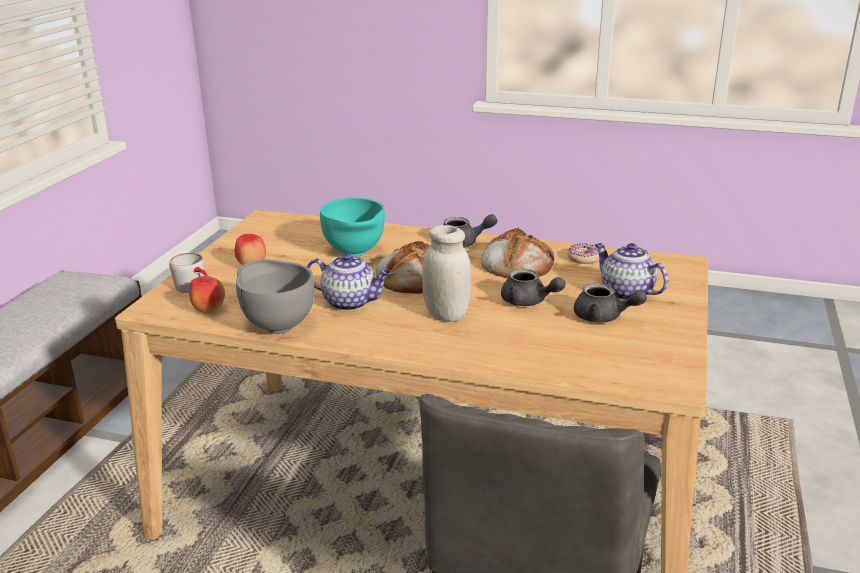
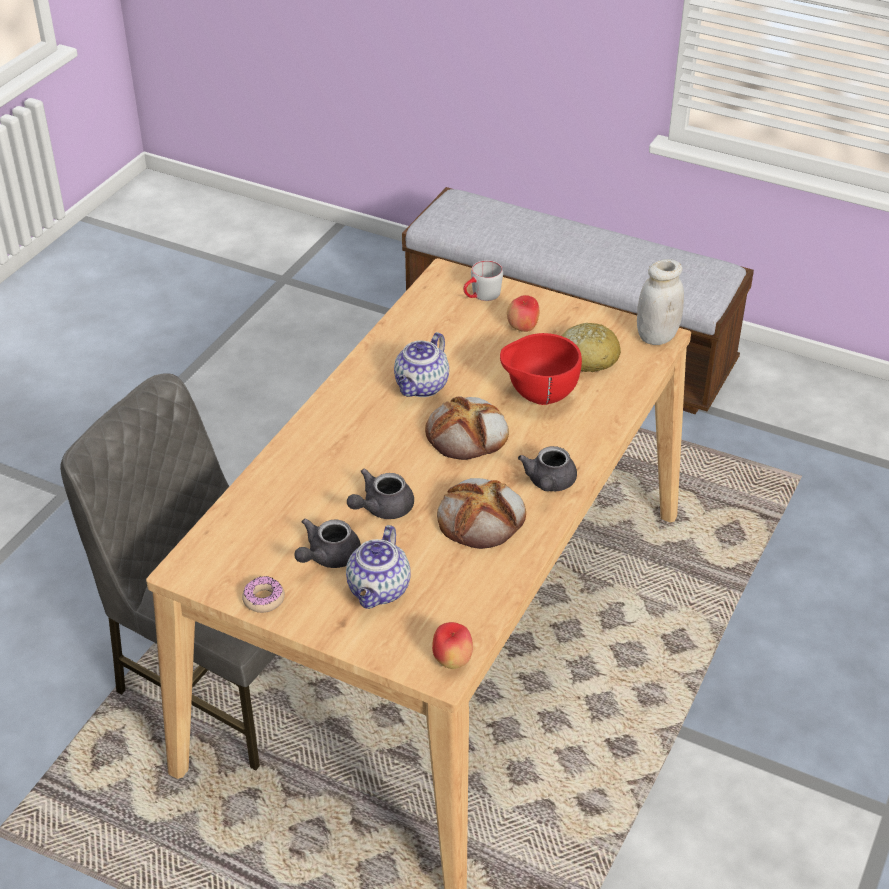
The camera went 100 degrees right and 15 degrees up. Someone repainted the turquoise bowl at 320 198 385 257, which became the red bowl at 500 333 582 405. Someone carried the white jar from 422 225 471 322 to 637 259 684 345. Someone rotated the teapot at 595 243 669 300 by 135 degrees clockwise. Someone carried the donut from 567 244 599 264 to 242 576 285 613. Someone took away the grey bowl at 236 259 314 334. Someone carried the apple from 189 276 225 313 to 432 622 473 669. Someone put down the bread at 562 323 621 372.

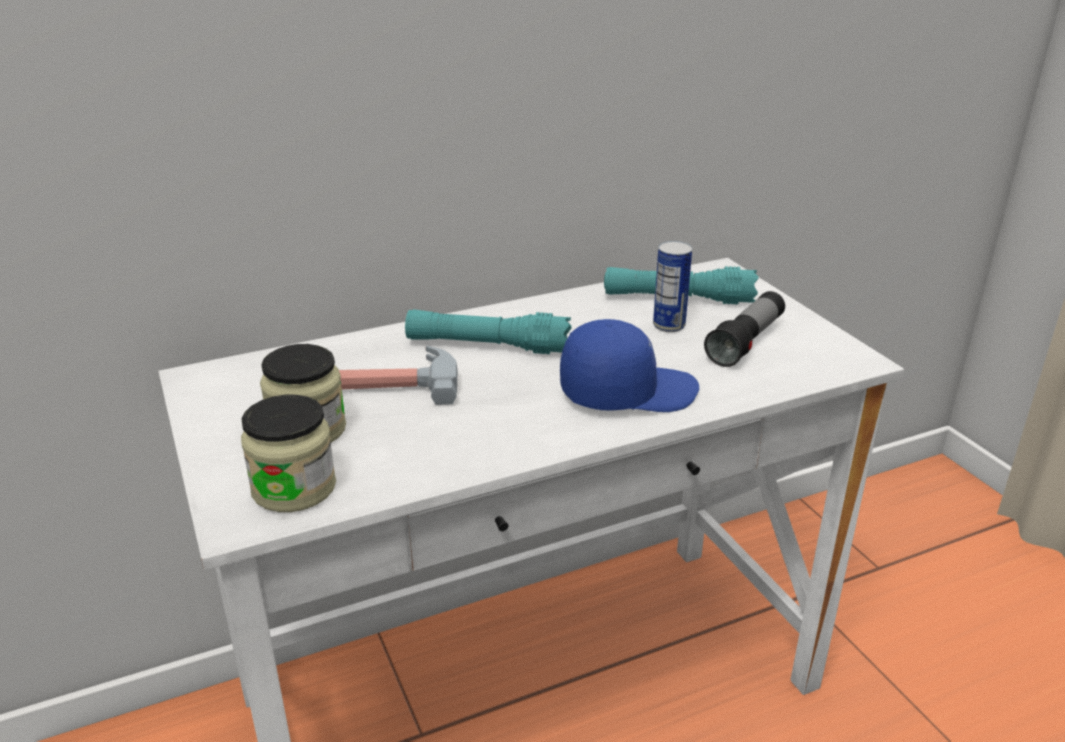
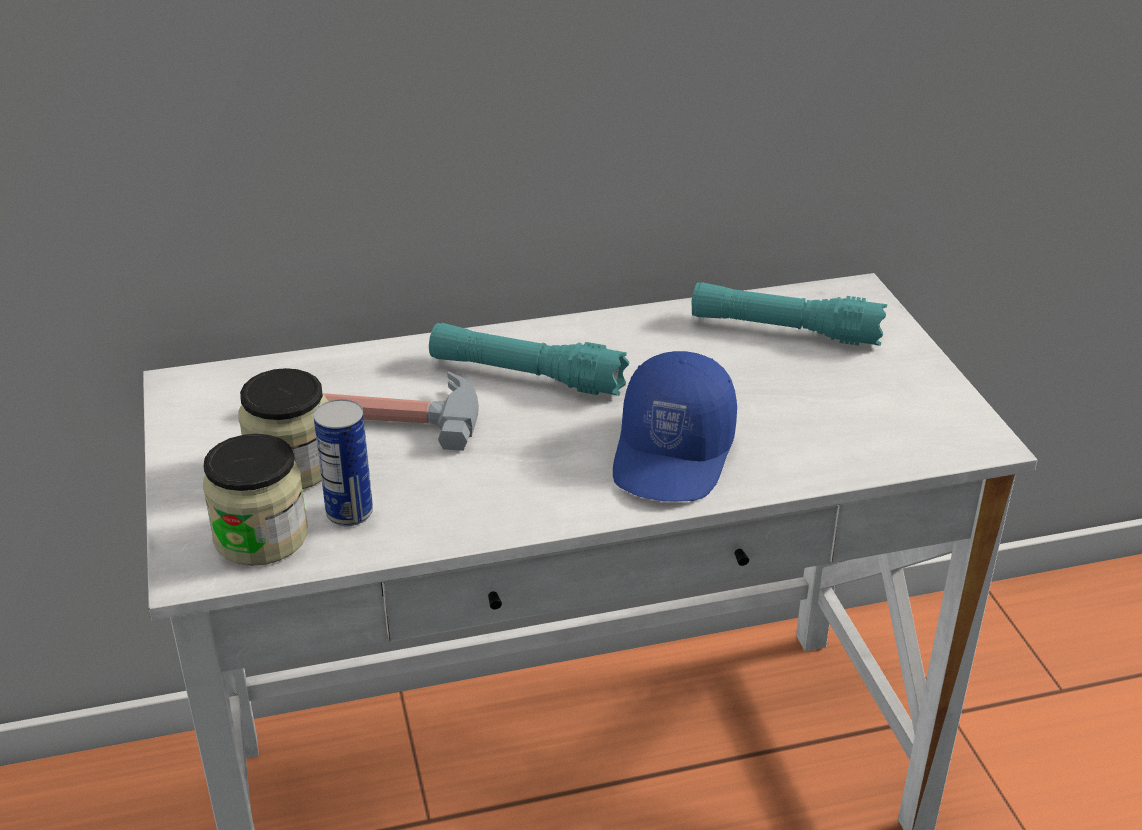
The camera went 10 degrees right and 5 degrees up. Someone carried the can from 653 241 692 332 to 314 399 373 526. Someone took away the flashlight at 704 291 785 367. Someone rotated the blue cap at 560 319 699 412 by 105 degrees clockwise.

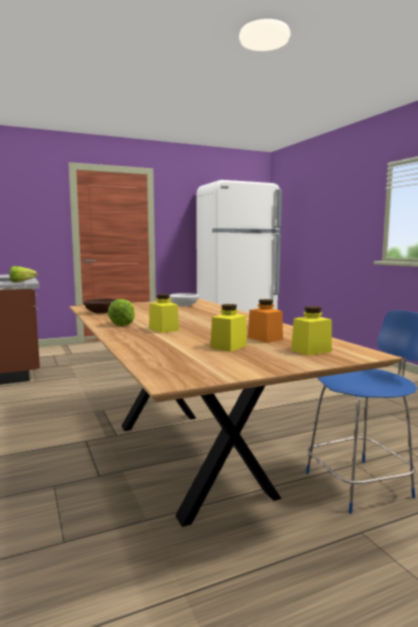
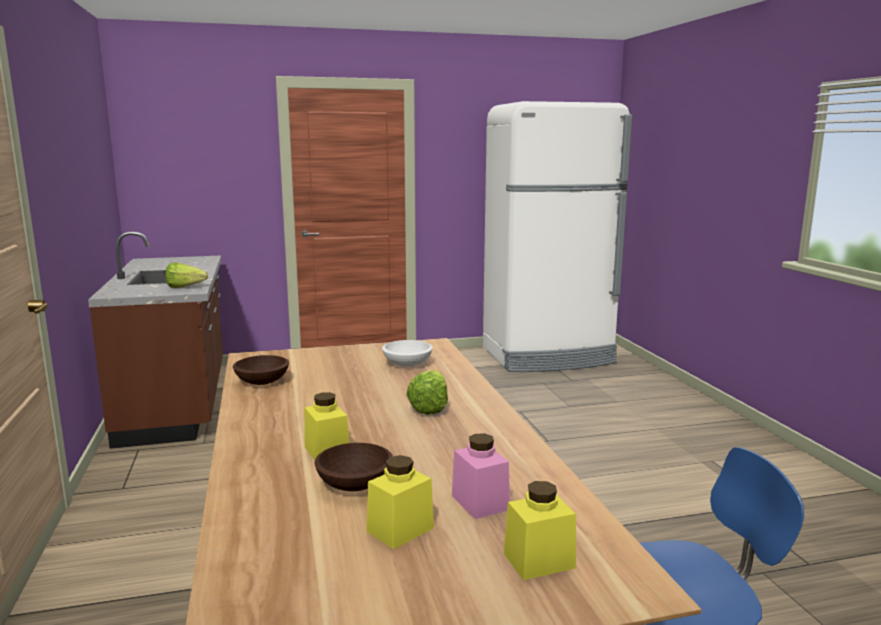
The camera went 10 degrees right and 5 degrees up. Someone carried the lettuce from 108 299 135 326 to 407 370 448 415. Someone repainted the orange jar at 248 299 283 343, which became the pink jar at 452 433 510 519. Someone put down the brown bowl at 315 443 393 491.

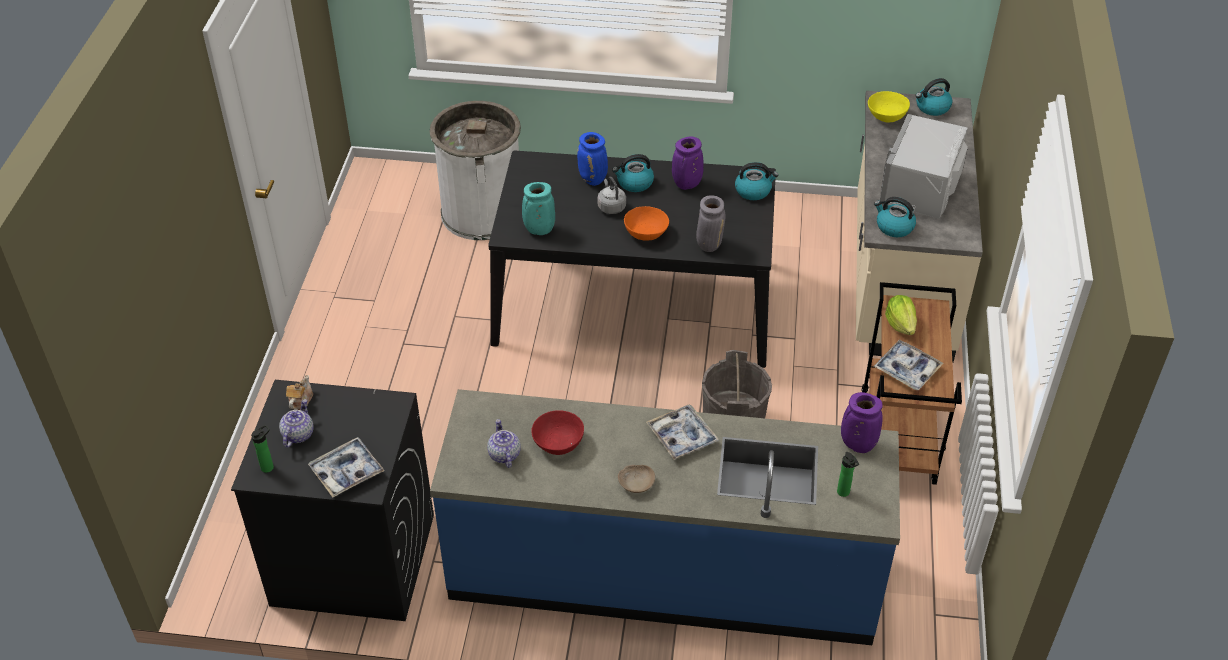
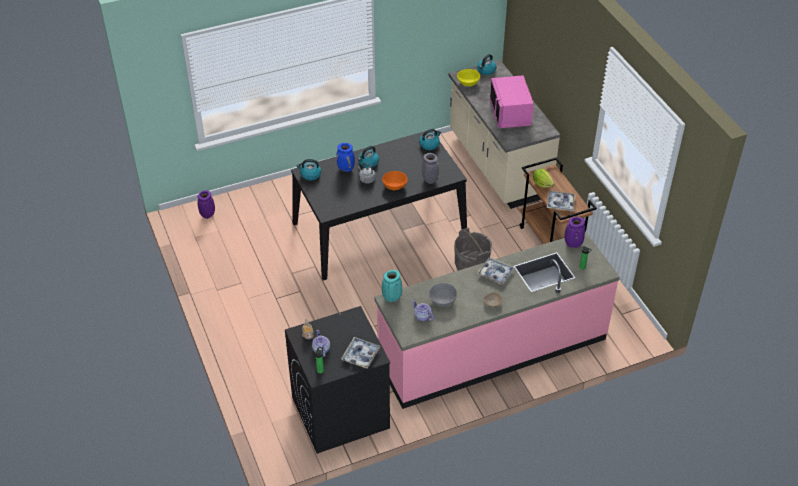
The camera went 30 degrees left and 0 degrees up. Someone took away the white trash can at 429 101 521 240. Someone repainted the grey microwave at 880 114 968 219, which became the pink microwave at 490 75 533 128. Someone carried the purple vase from 672 136 704 190 to 197 190 215 219. Someone carried the turquoise vase from 522 182 555 235 to 382 270 402 302. Someone carried the kettle from 874 197 916 237 to 297 159 321 180. Someone repainted the blue counter at 430 389 900 645, which became the pink counter at 374 231 620 409. Someone repainted the red bowl at 531 410 584 455, which became the grey bowl at 429 283 457 306.

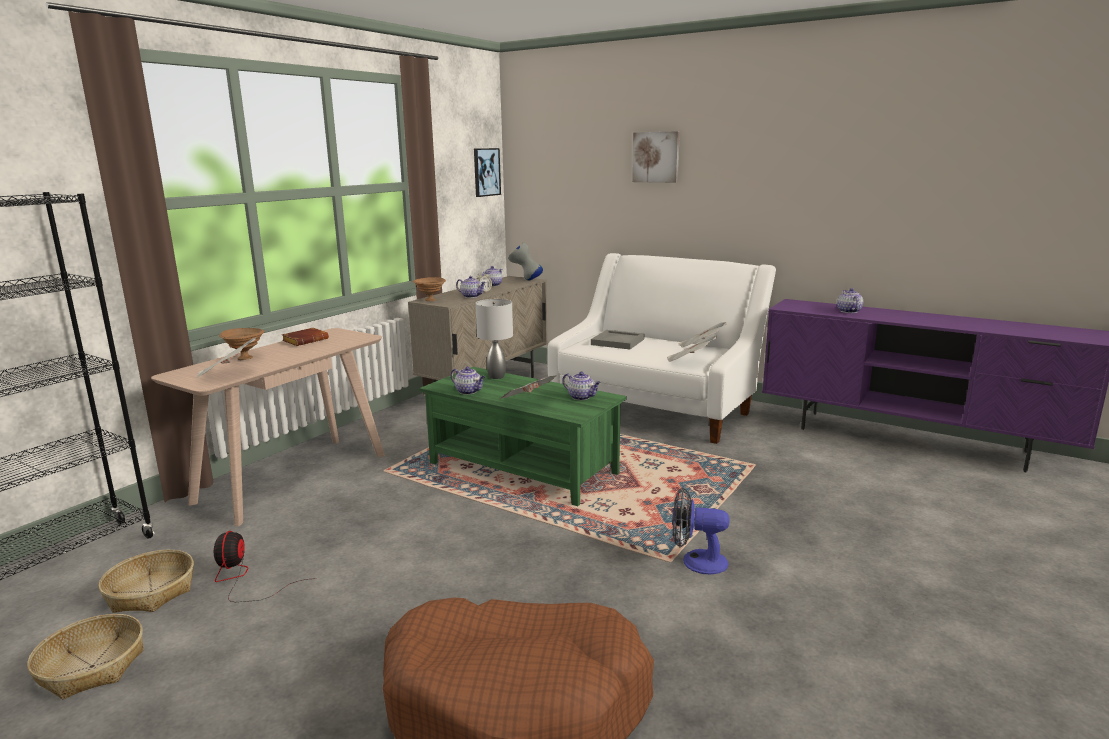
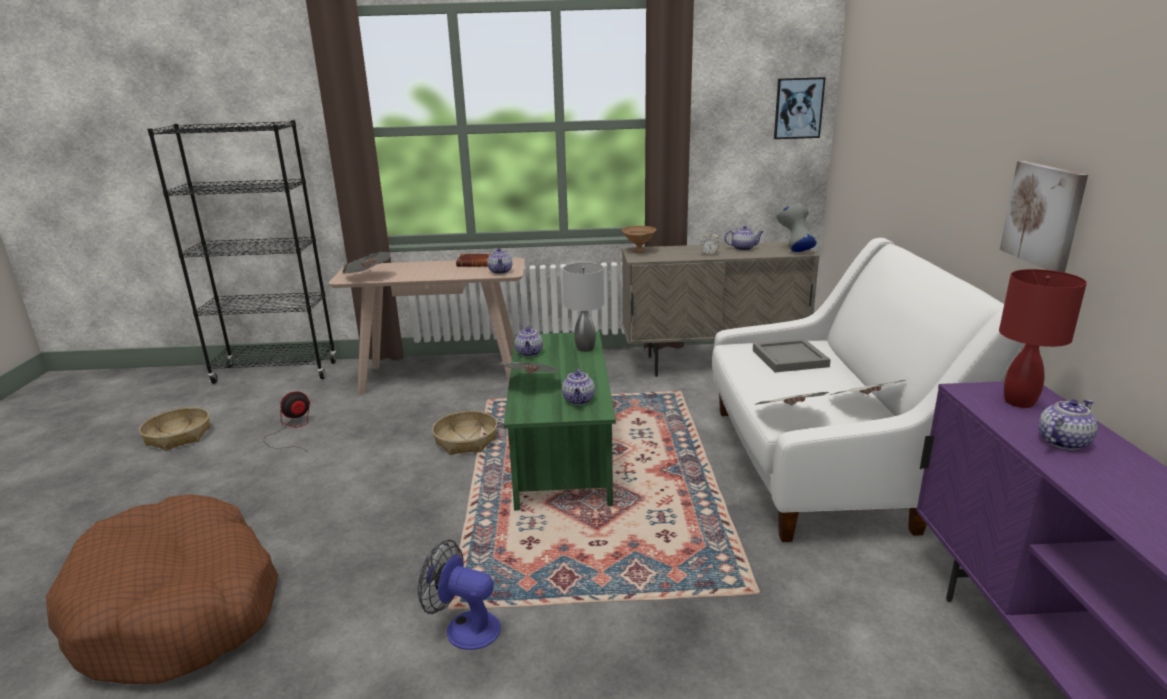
The camera went 55 degrees right and 5 degrees up. Someone carried the picture from 632 131 680 183 to 1000 161 1088 273. Someone carried the teapot from 456 276 486 298 to 487 248 512 274. Someone took away the brown bowl at 219 328 265 360. Someone rotated the fan at 672 488 730 574 by 45 degrees counterclockwise. Someone carried the basket from 98 550 194 613 to 432 411 497 455. Someone put down the red table lamp at 999 269 1087 408.

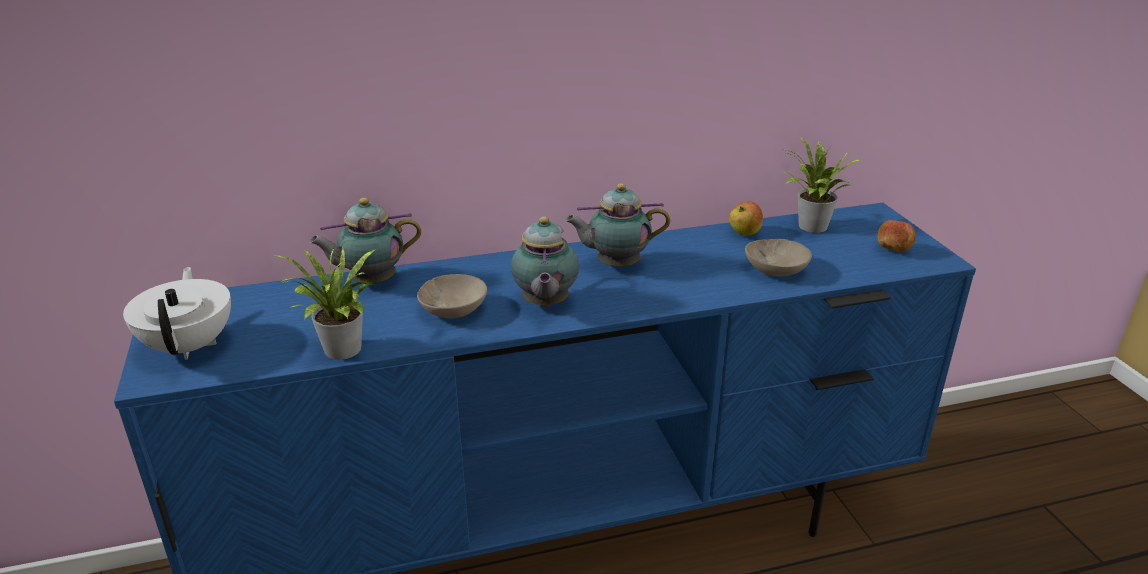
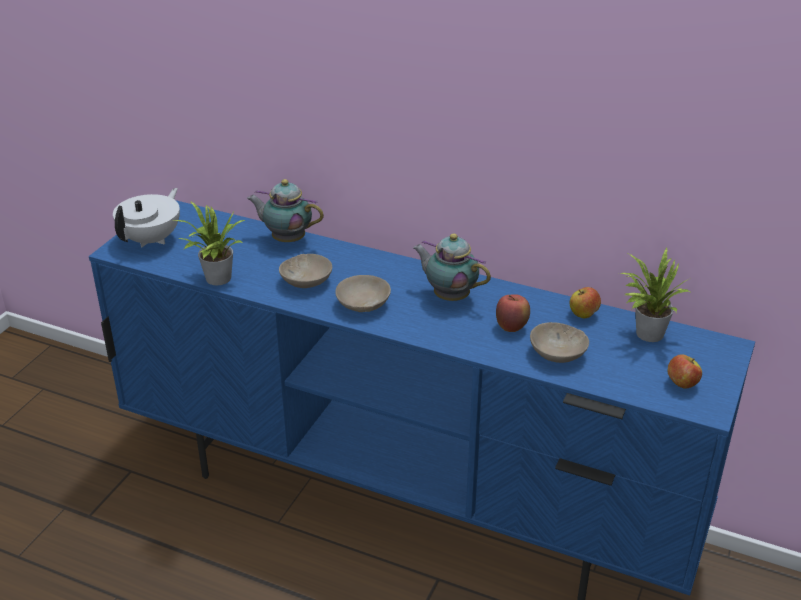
The camera went 40 degrees right and 5 degrees up. Someone swapped the teapot at 511 216 579 307 for the beige bowl at 335 275 391 312. Someone put down the apple at 496 294 530 332.

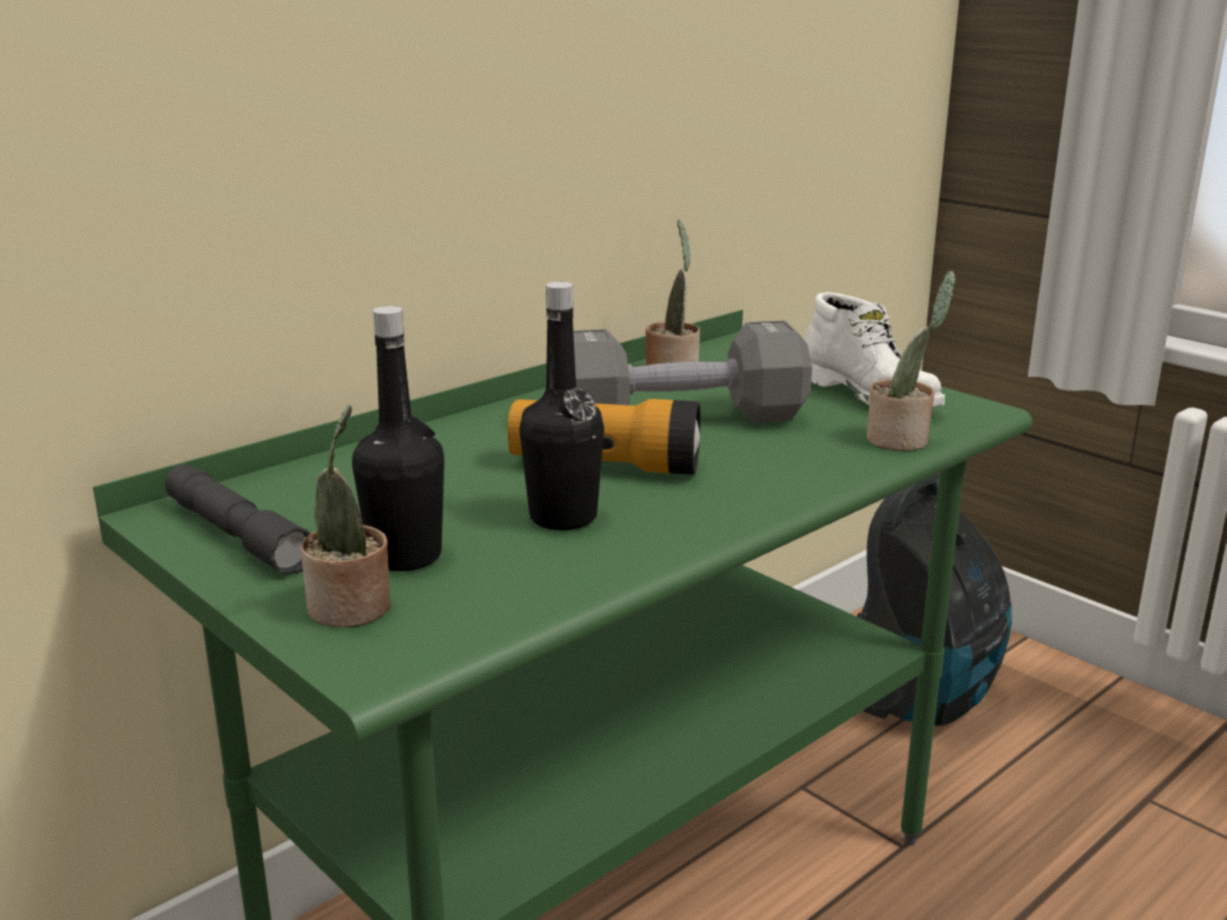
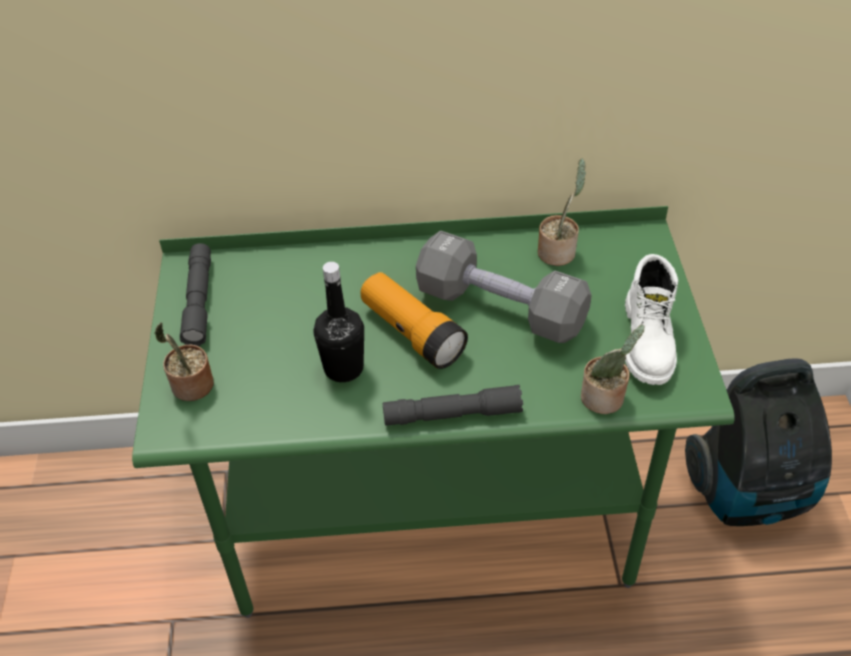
The camera went 40 degrees right and 25 degrees up. Someone took away the black bottle at 352 306 444 571. Someone put down the grey flashlight at 383 385 523 426.

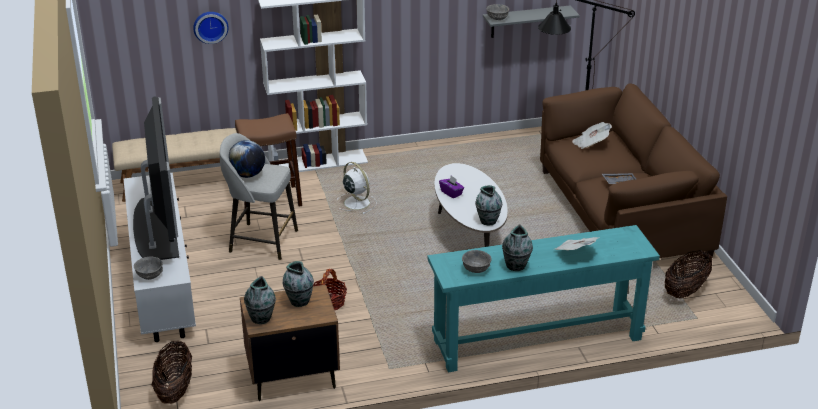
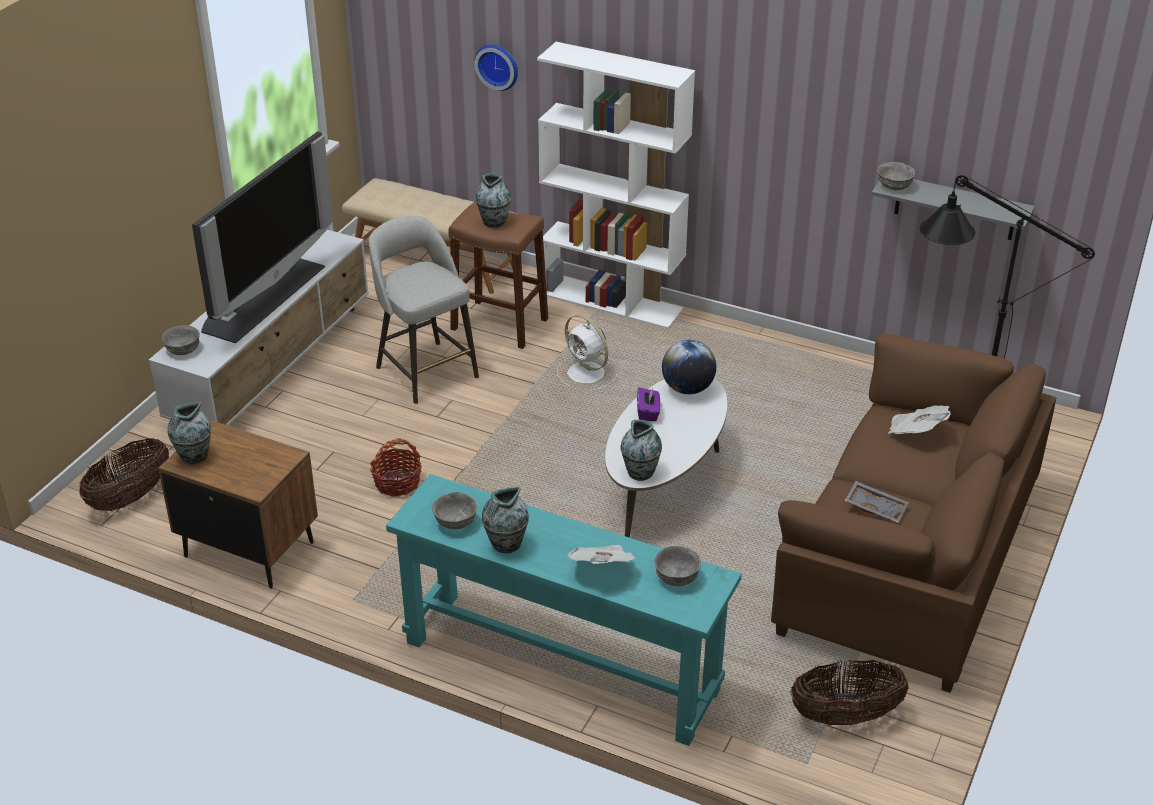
The camera went 40 degrees right and 5 degrees up. Someone carried the globe from 229 140 265 178 to 662 340 716 394. Someone rotated the white fan at 339 162 377 214 by 135 degrees clockwise. Someone carried the vase from 283 261 314 307 to 475 173 511 228. Someone put down the grey bowl at 655 546 701 586.

